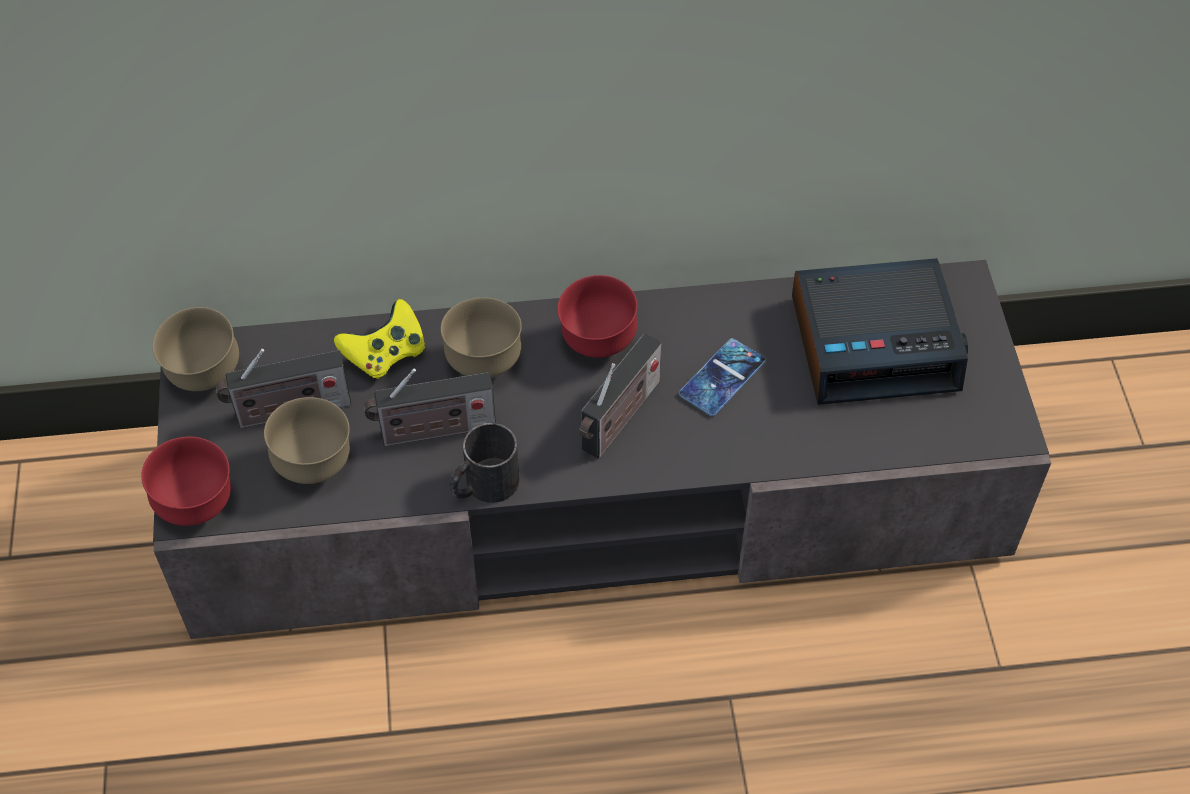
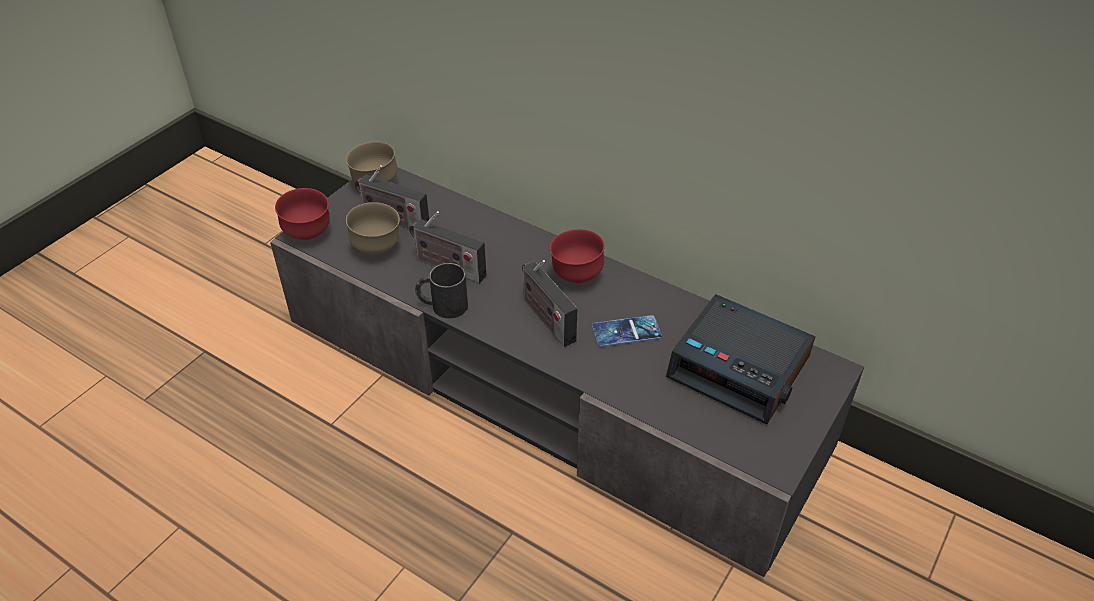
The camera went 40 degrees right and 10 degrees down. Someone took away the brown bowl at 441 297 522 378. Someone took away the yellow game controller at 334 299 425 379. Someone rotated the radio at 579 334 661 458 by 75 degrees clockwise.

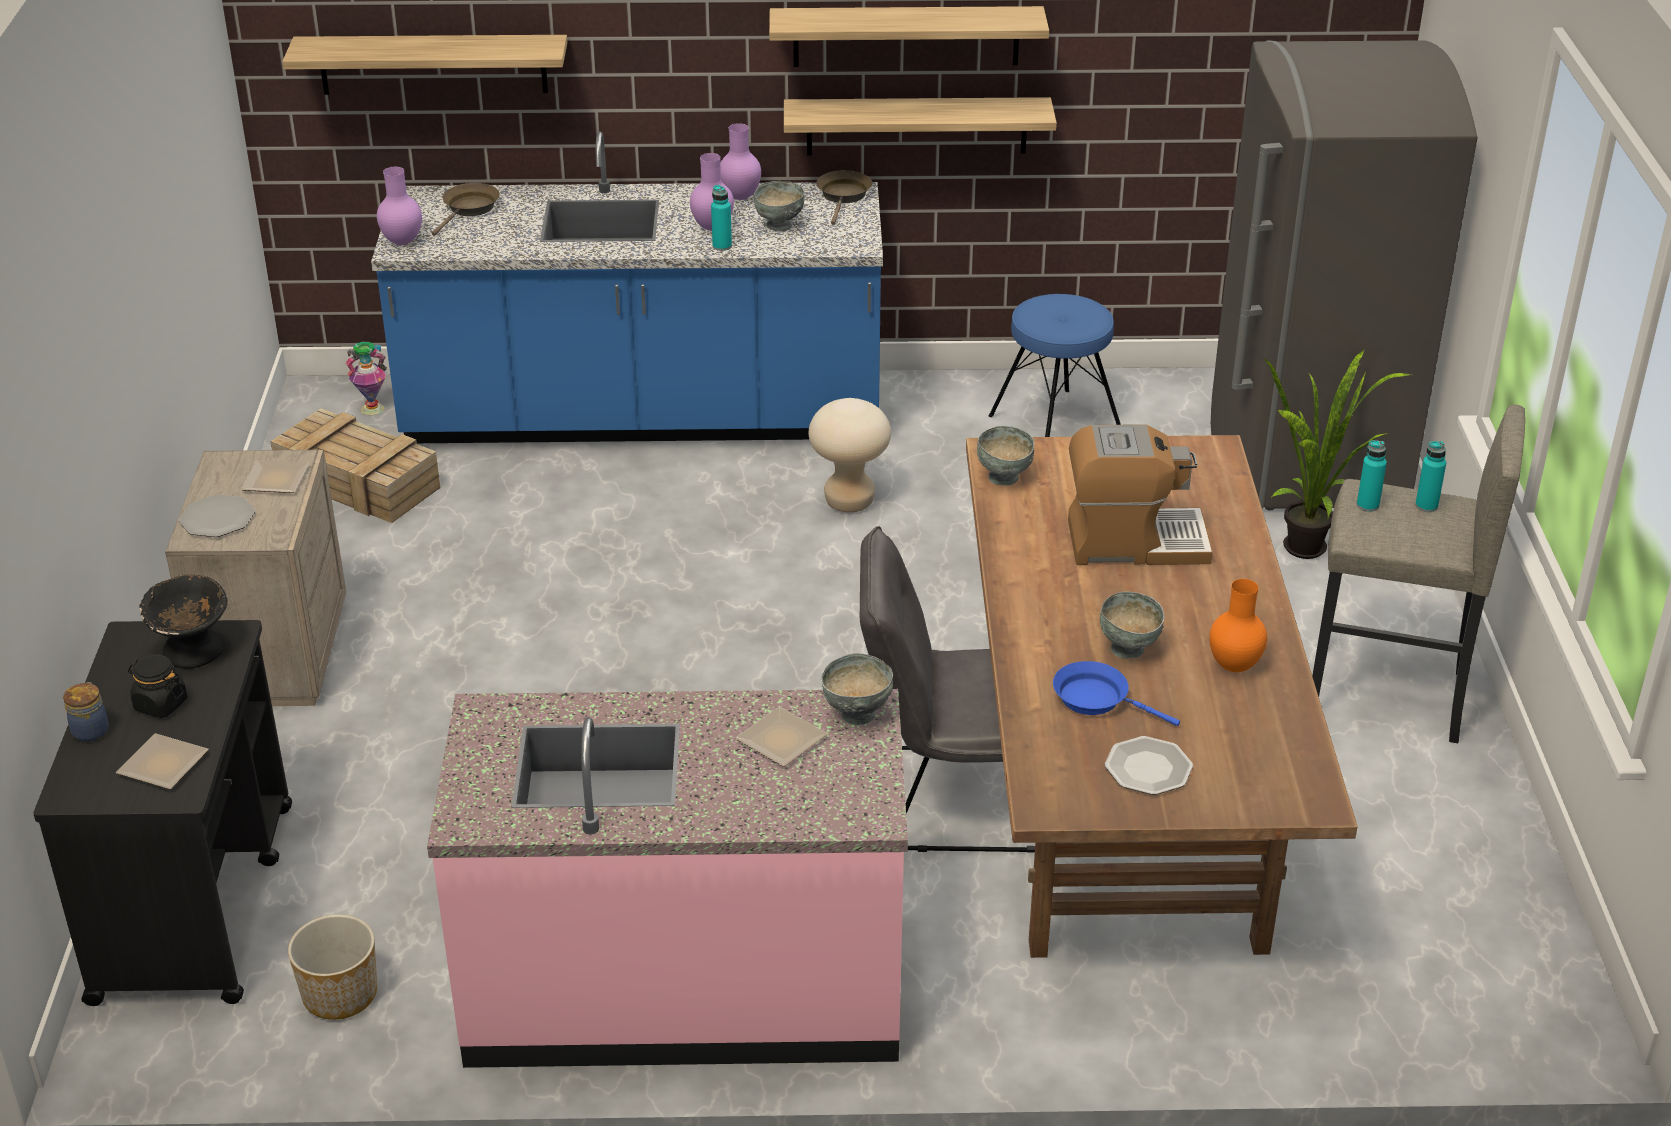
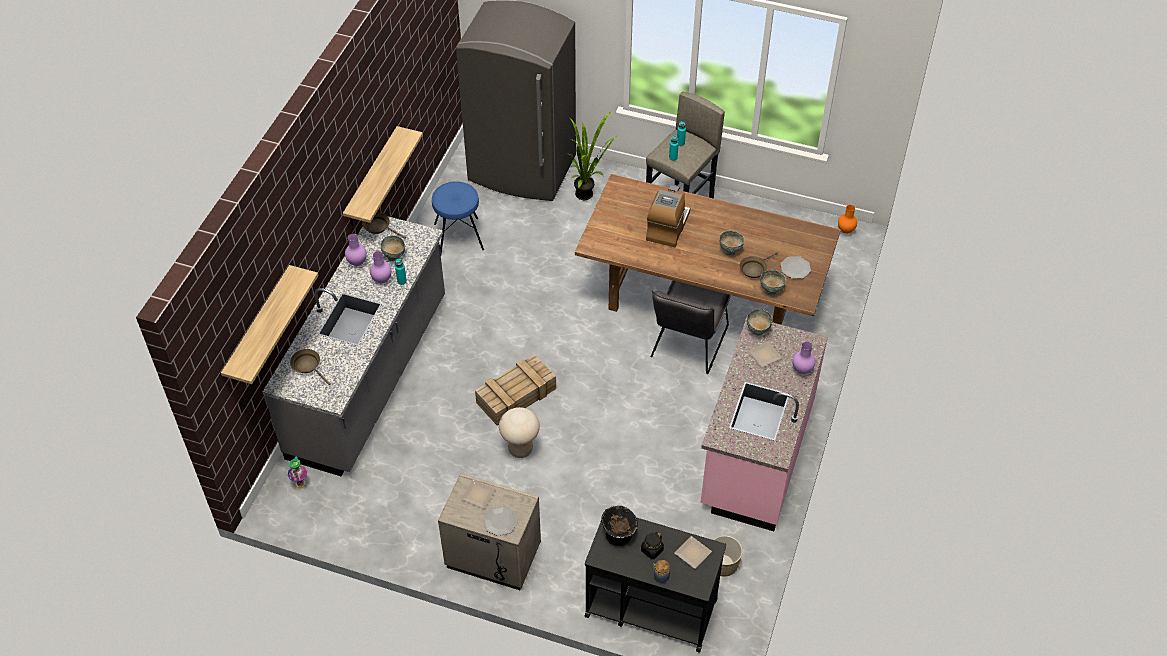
The camera went 70 degrees left and 15 degrees up. Someone took away the shelf at 769 6 1049 67. Someone repainted the blue counter at 371 131 883 443, which became the grey counter at 263 216 445 476. Someone carried the purple vase from 377 167 422 245 to 792 342 816 374. Someone carried the beige stool from 809 398 891 513 to 499 407 540 458. Someone carried the crate from 270 408 440 523 to 475 354 556 426. Someone carried the grey bowl from 977 426 1034 485 to 760 270 786 296. Someone carried the orange vase from 1209 579 1267 672 to 838 205 857 234. Someone repainted the blue frying pan at 1053 661 1180 726, which became the brown frying pan at 740 251 778 278.

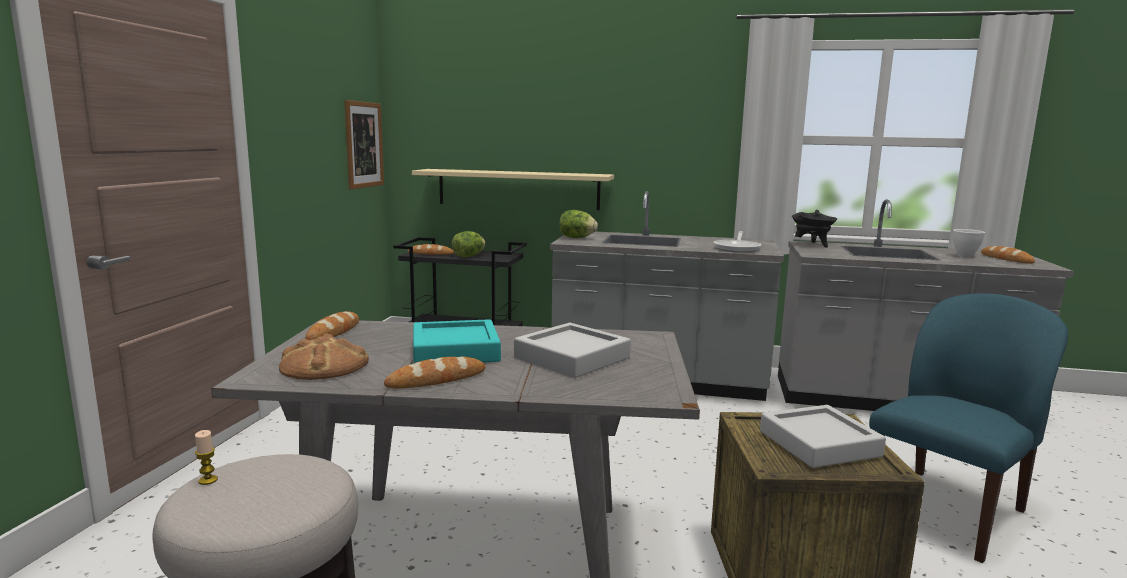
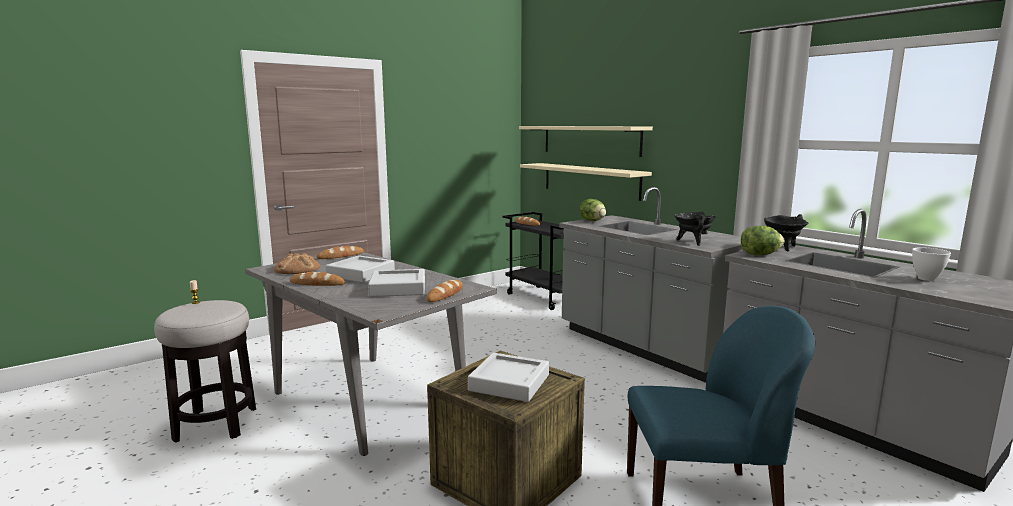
The camera went 40 degrees right and 0 degrees up. Someone took away the picture at 344 100 384 189. Someone carried the lettuce from 452 231 486 257 to 741 226 784 255. Someone swapped the frying pan at 714 231 761 253 for the black cooking pot at 674 212 716 246. Someone carried the bread from 981 246 1035 264 to 426 280 463 302. Someone repainted the turquoise tray at 413 319 501 363, which became the grey tray at 325 255 395 283. Someone put up the beige shelf at 519 126 653 157.

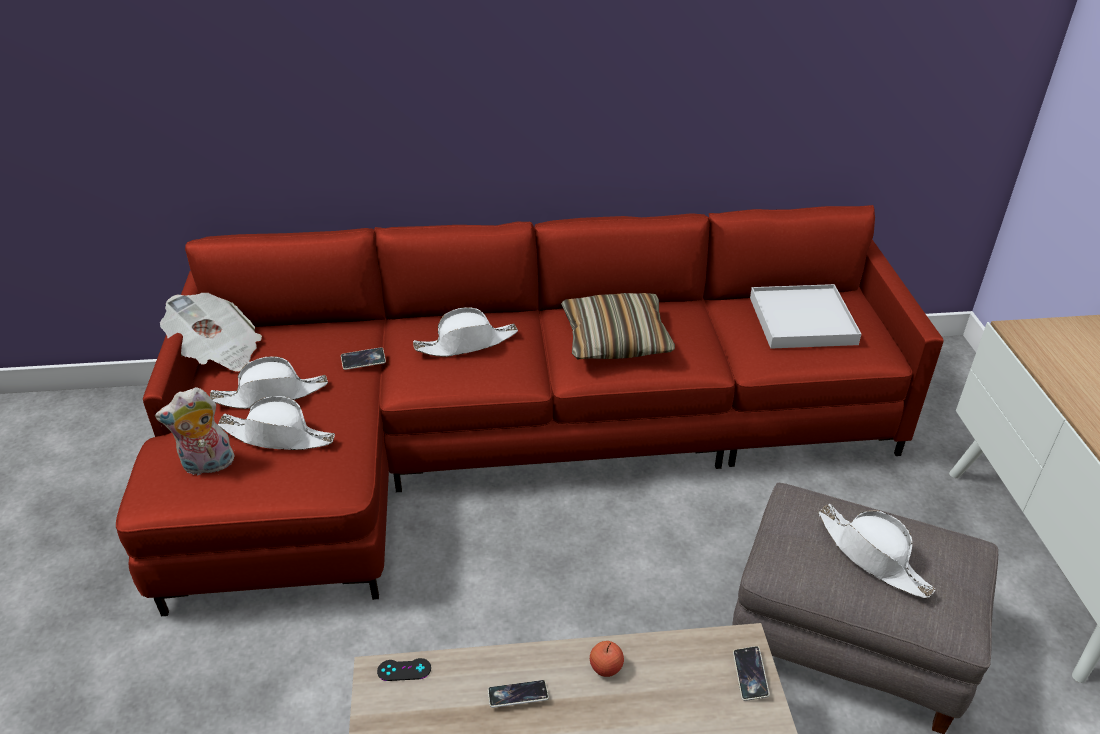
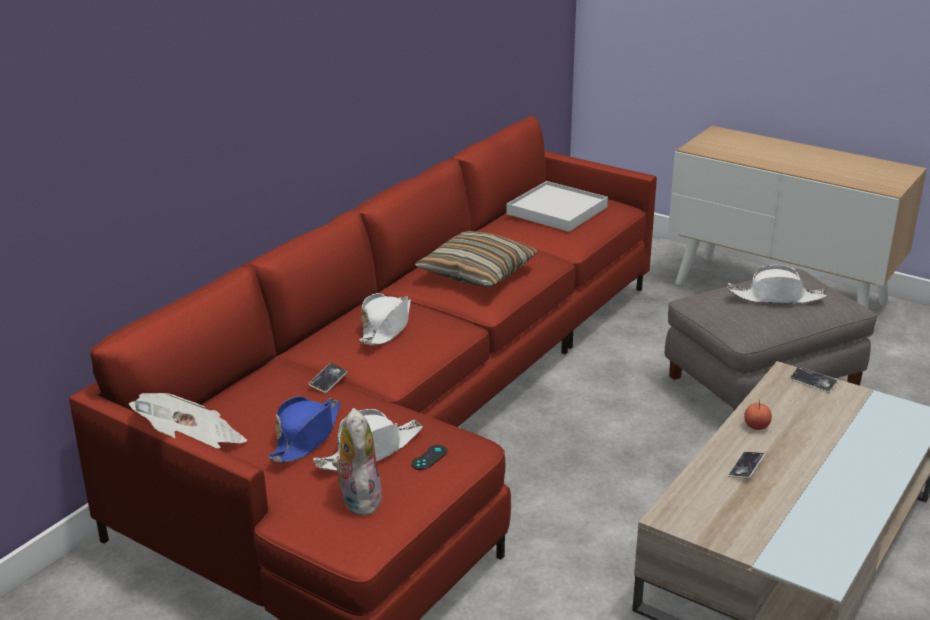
The camera went 50 degrees left and 10 degrees down. Someone repainted the white hat at 210 356 328 409, which became the blue hat at 268 396 341 463. Someone rotated the plush toy at 155 387 235 475 by 150 degrees clockwise. Someone carried the black game controller from 377 658 431 681 to 411 445 448 470.

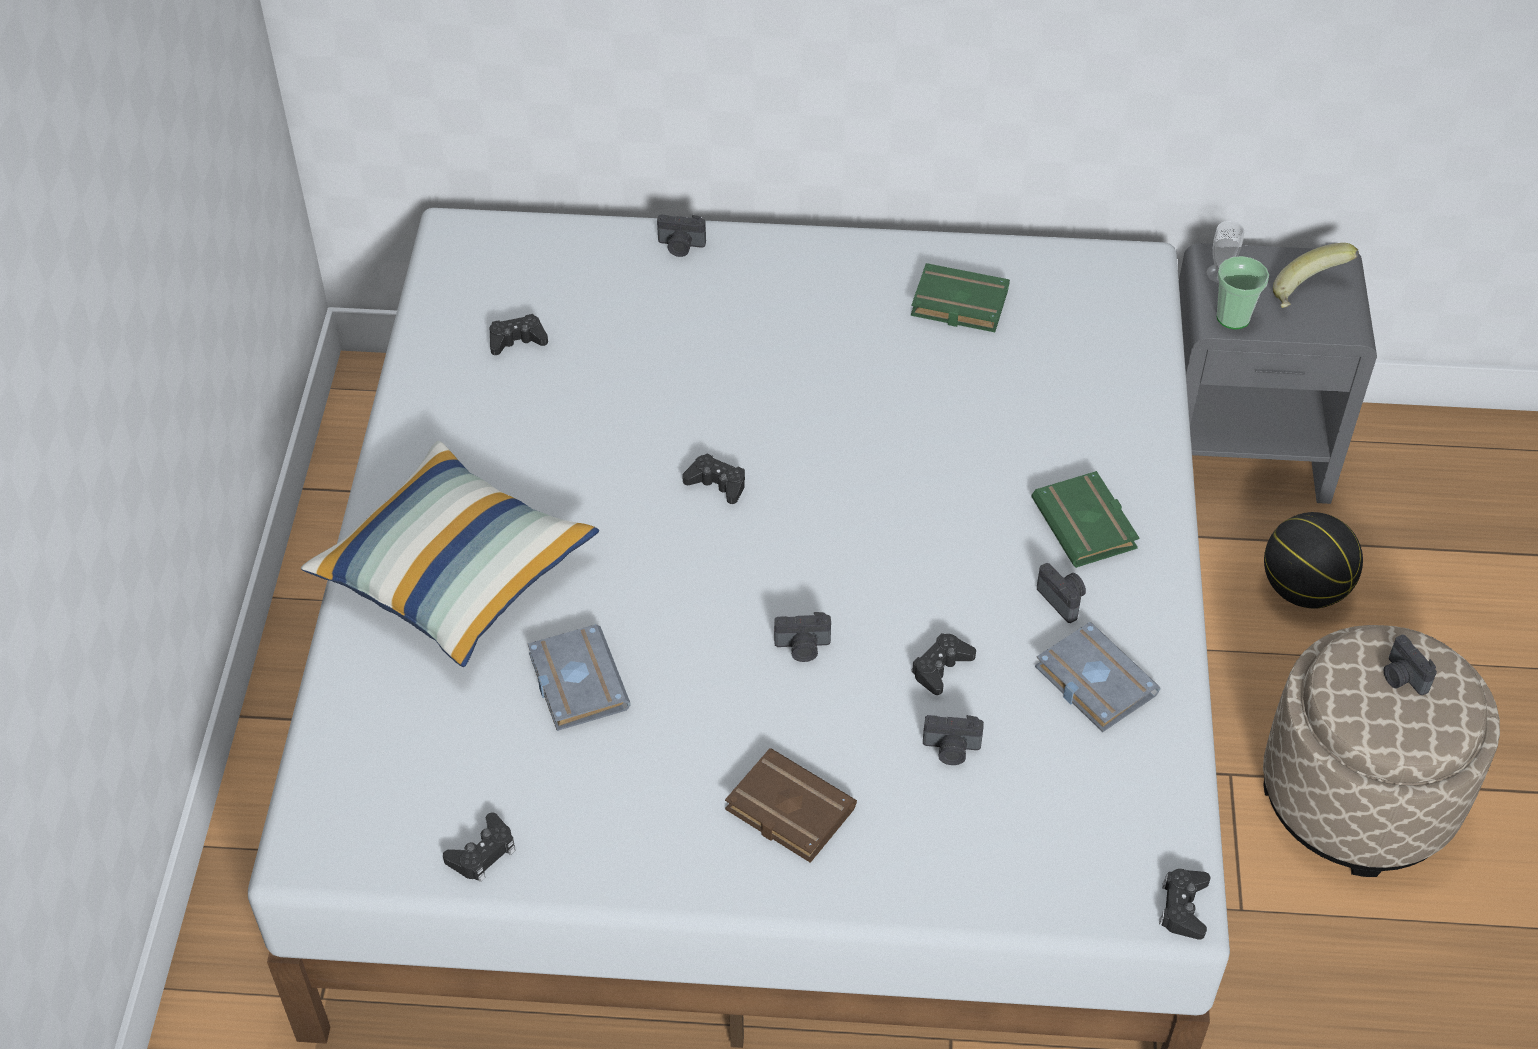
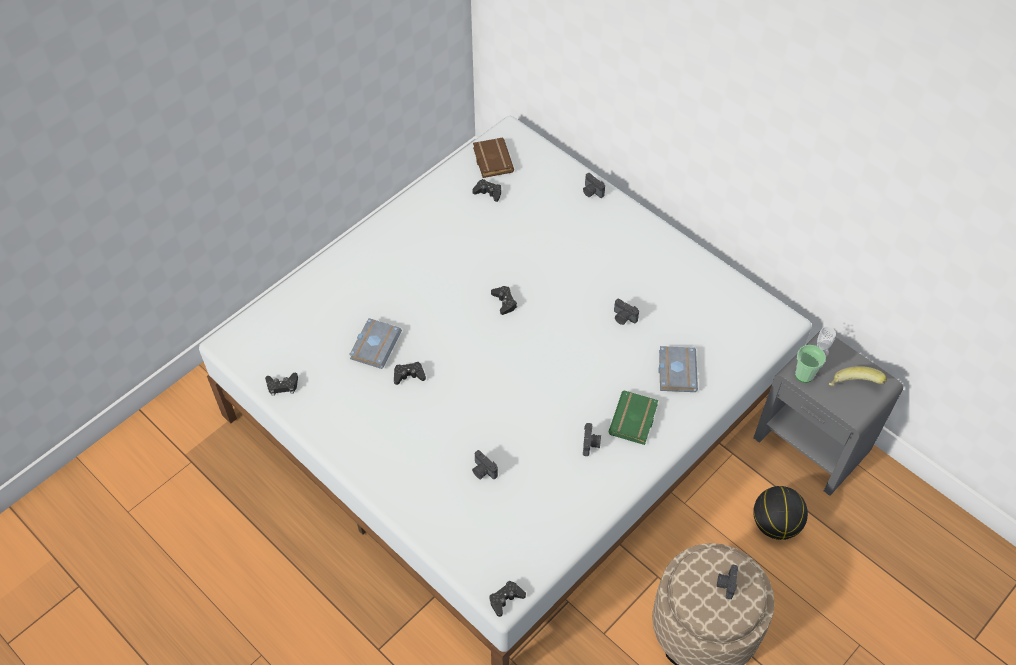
The camera went 40 degrees right and 5 degrees up. Someone took away the green book at 911 263 1010 332. Someone took away the pillow at 301 441 599 667. Someone carried the photo camera from 774 612 831 662 to 614 299 639 325. Someone carried the grey book from 1035 622 1161 732 to 659 346 698 392. Someone carried the black game controller from 911 633 976 695 to 394 362 426 385. Someone carried the brown book from 725 748 857 863 to 473 138 514 178.

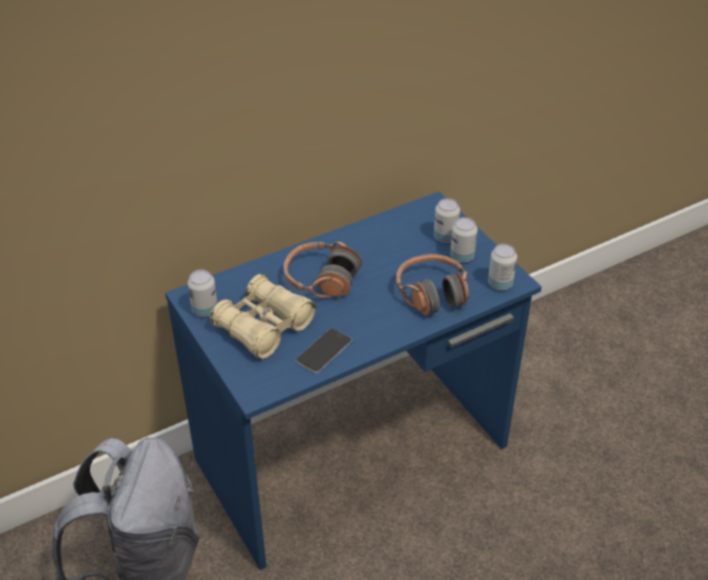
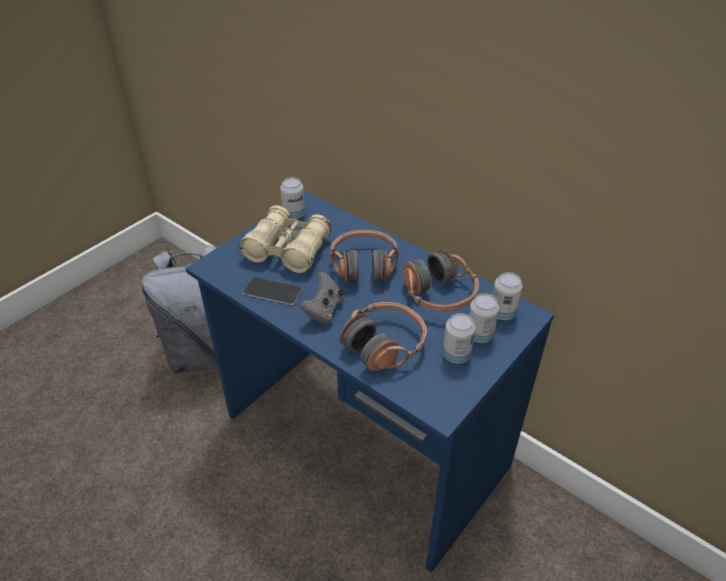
The camera went 70 degrees right and 0 degrees up. Someone carried the can from 488 244 517 290 to 492 272 523 320. Someone put down the headphones at 403 249 479 312. Someone put down the grey game controller at 299 272 344 324.

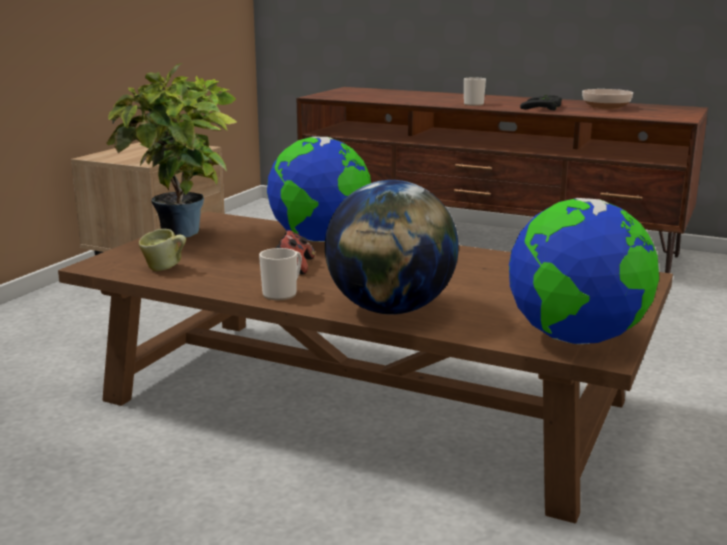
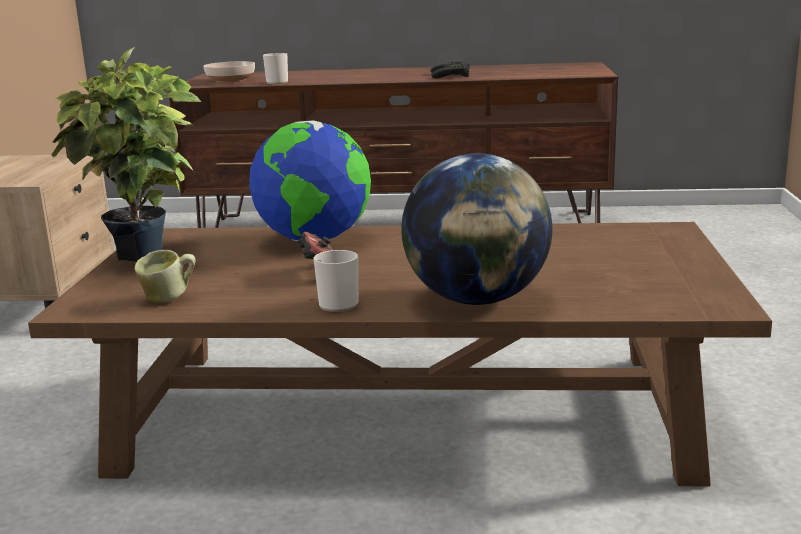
The camera went 20 degrees left and 0 degrees up. Someone carried the mug from 464 77 486 106 to 263 53 288 84. Someone carried the bowl from 582 89 633 109 to 203 61 255 83. Someone took away the globe at 509 198 659 344.

